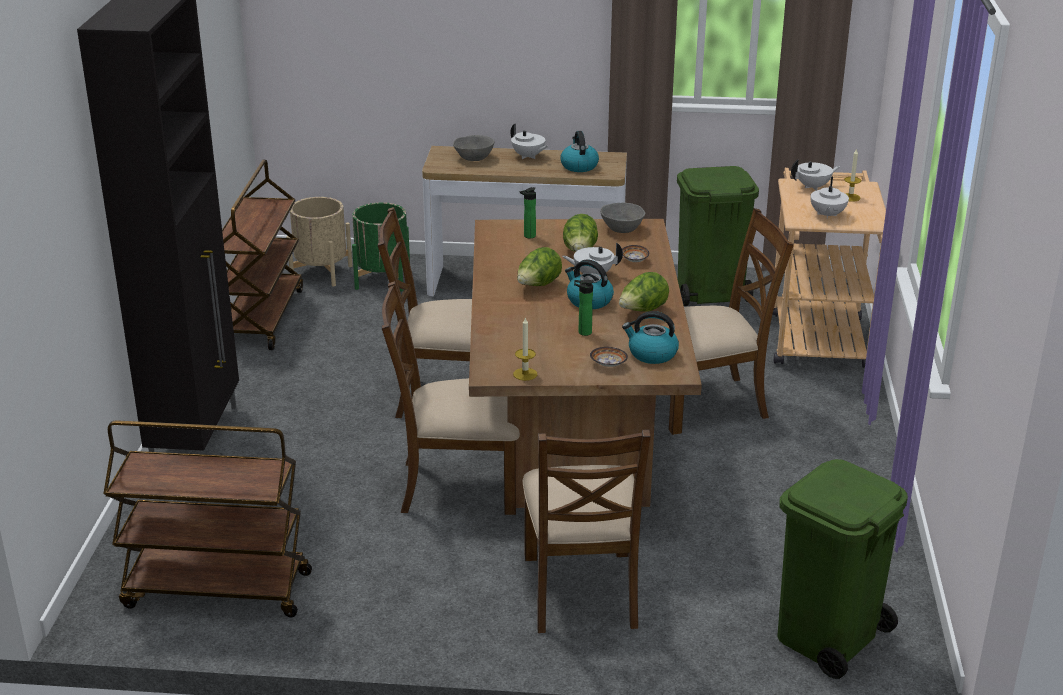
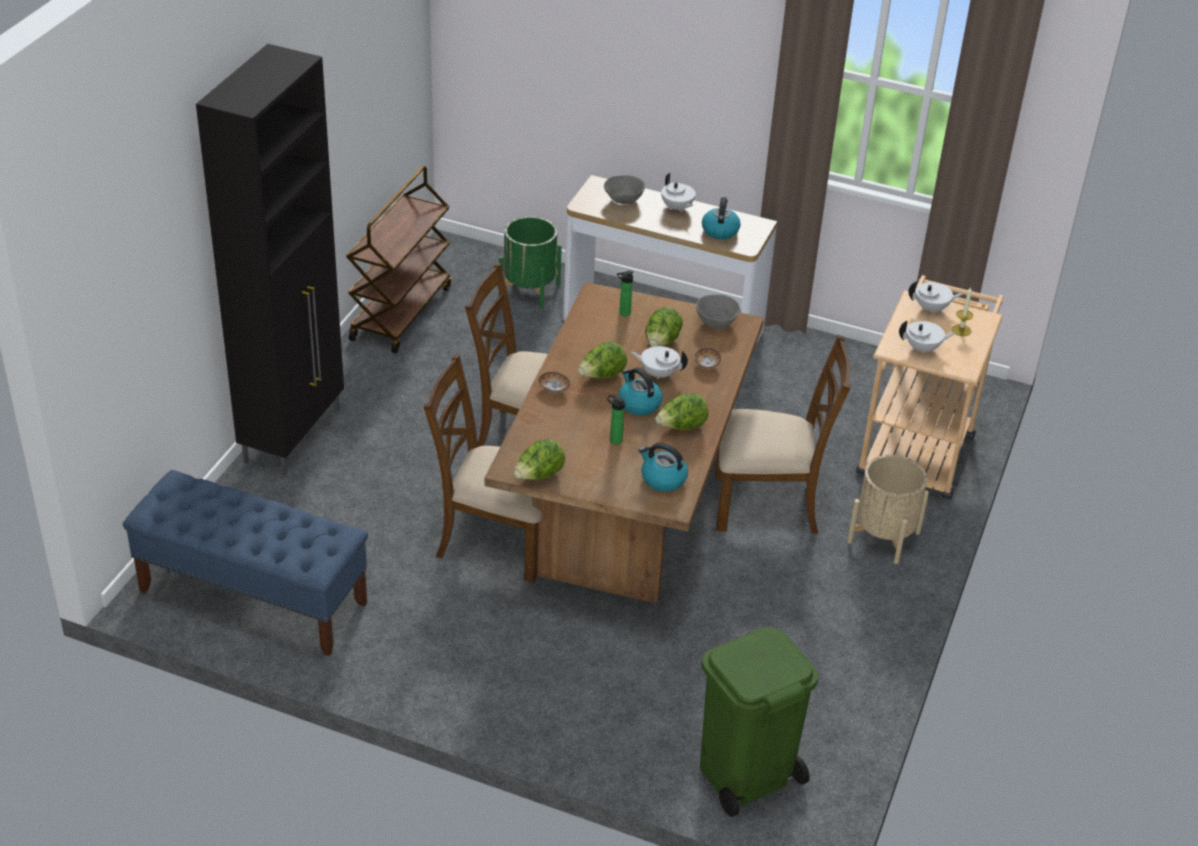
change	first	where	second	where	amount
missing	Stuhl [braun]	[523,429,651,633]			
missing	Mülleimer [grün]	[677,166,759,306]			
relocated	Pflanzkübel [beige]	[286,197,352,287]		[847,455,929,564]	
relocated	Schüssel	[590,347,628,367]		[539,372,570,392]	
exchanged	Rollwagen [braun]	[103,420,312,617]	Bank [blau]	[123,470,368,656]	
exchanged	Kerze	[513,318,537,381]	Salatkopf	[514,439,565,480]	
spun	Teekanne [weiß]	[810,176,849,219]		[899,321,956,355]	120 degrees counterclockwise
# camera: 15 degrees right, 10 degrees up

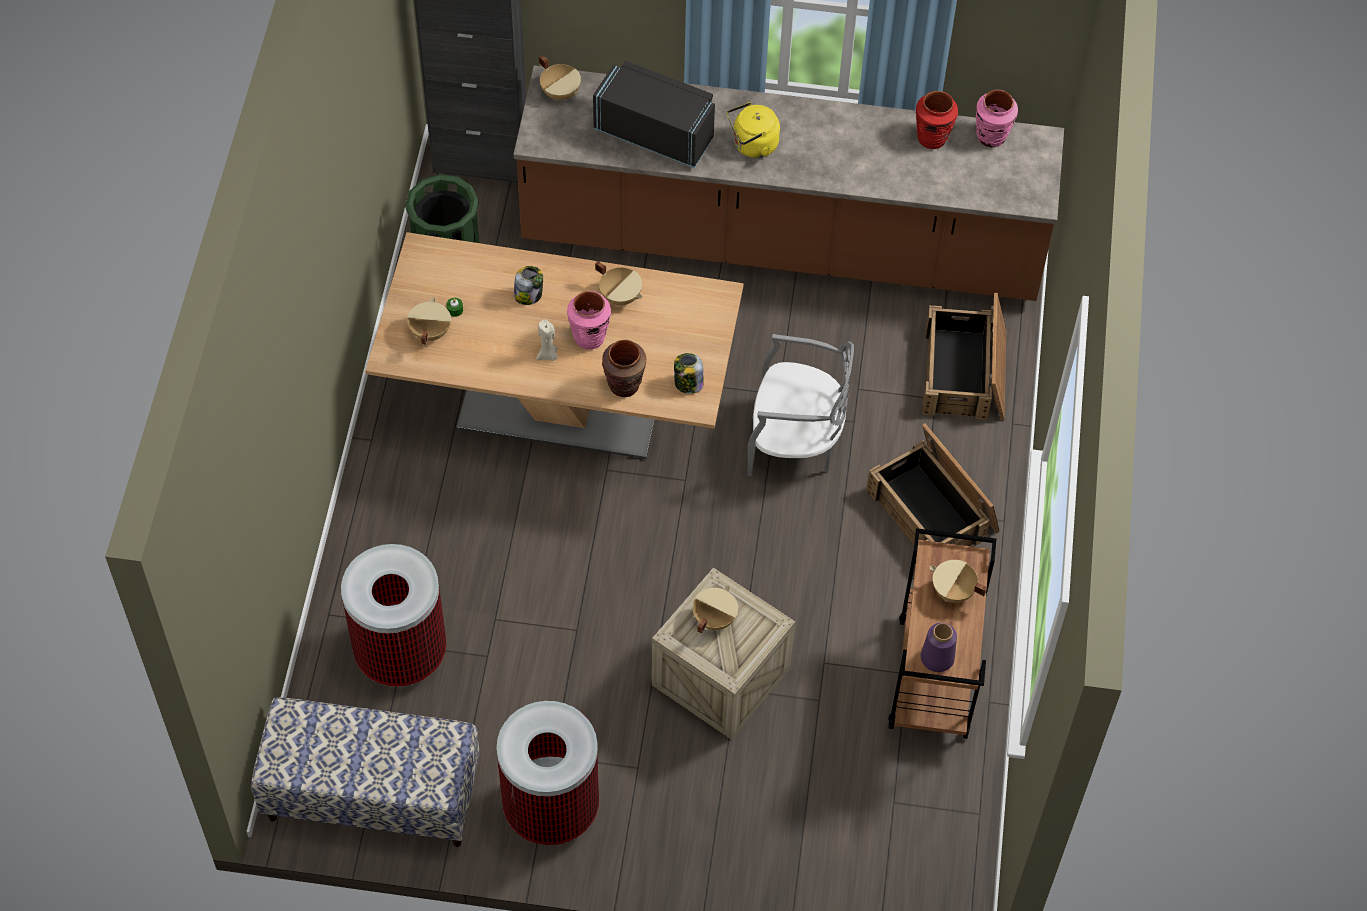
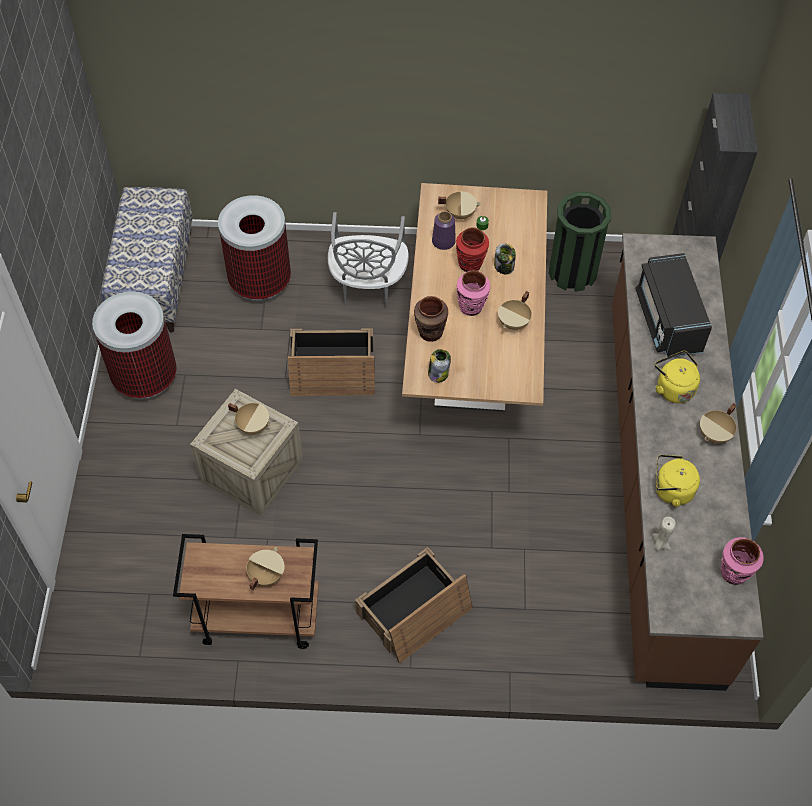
change	first	where	second	where	amount
appeared			Wasserkessel [gelb]	[655,454,700,507]	
relocated	Kerze [beige]	[536,319,558,361]		[653,517,676,551]	
relocated	Kochtopf [beige]	[539,55,581,100]		[700,403,737,443]	
relocated	Stuhl [grau]	[748,334,854,476]		[328,212,409,309]	
relocated	Vase [rot]	[916,91,958,149]		[456,227,489,272]	
relocated	Vase [lila]	[921,623,957,672]		[432,211,456,250]	
relocated	Kiste	[922,293,1006,421]		[287,328,375,396]	
spun	Mikrowelle [schwarz]	[593,61,715,168]		[635,253,712,357]	150 degrees clockwise
# camera: 85 degrees right, 0 degrees up

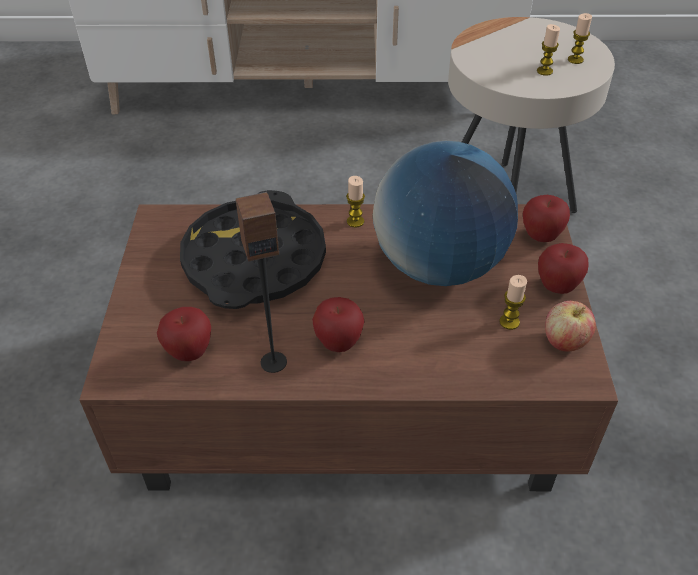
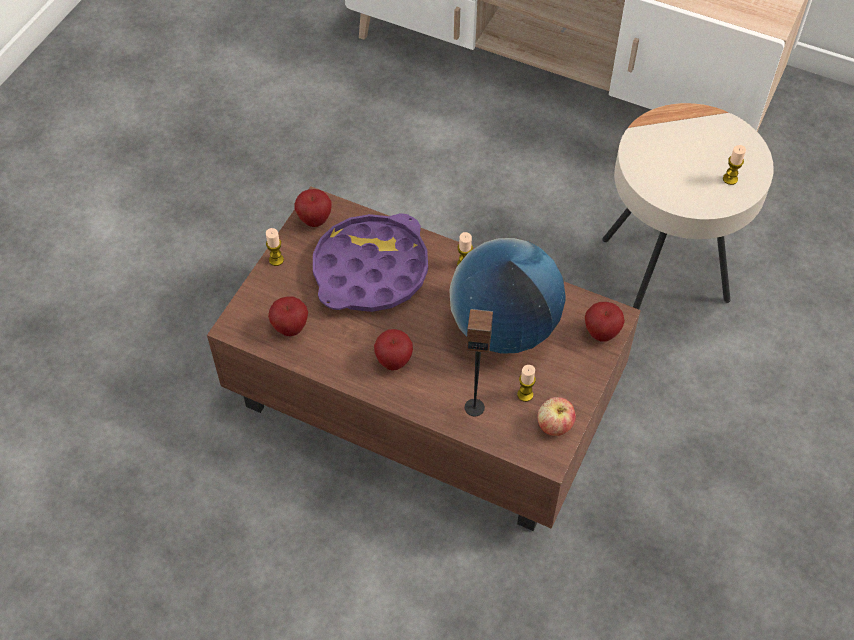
change	first	where	second	where	amount
relocated	Lautsprecher	[236,192,287,373]		[464,309,493,416]	
relocated	Kerze	[537,24,560,76]		[266,228,284,266]	
relocated	Apfel	[538,243,589,294]		[295,189,332,227]	
colour	Tablett [schwarz]	[180,190,326,309]	Tablett [lila]	[313,213,428,312]	
# camera: 25 degrees right, 10 degrees up

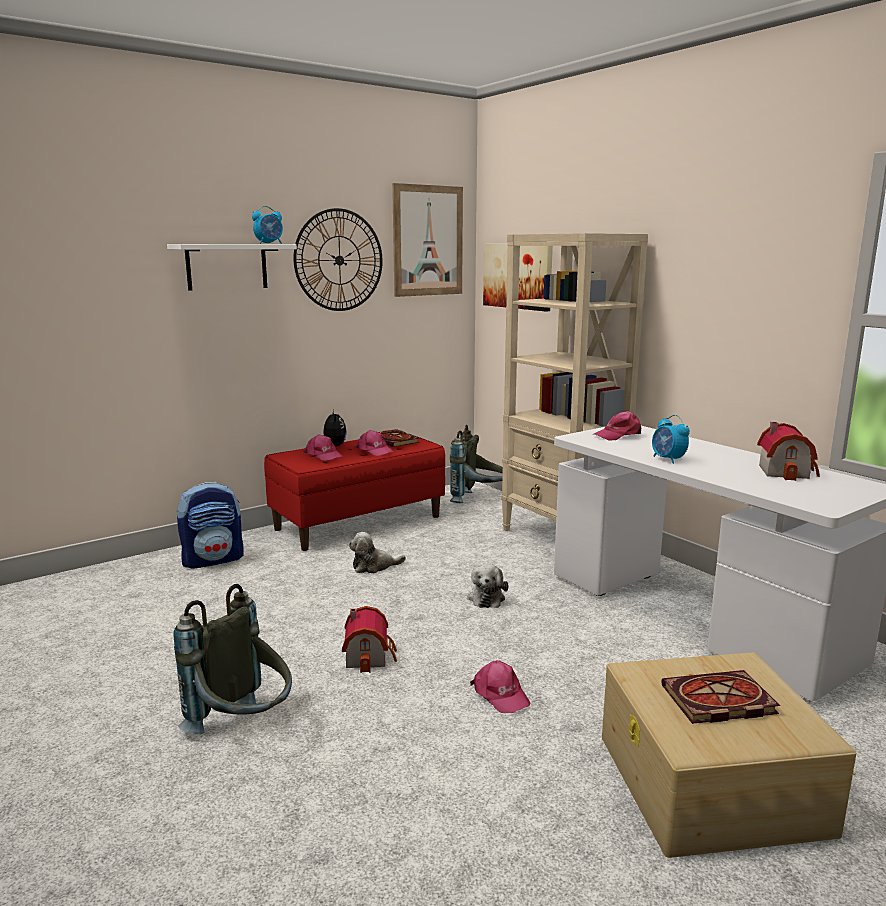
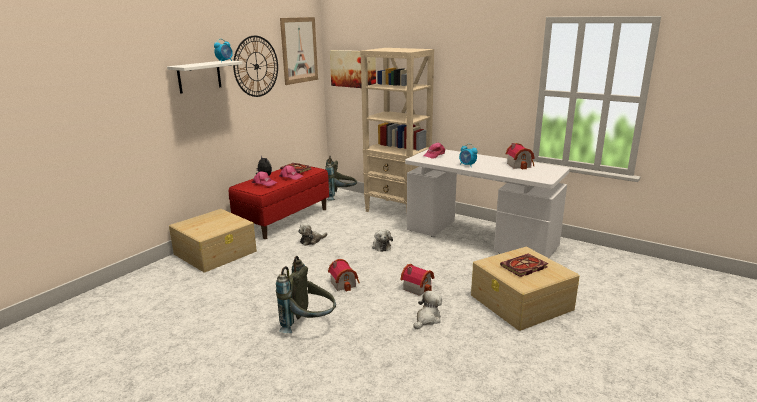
change	first	where	second	where	amount
appeared			Plüschtier	[414,291,442,329]	
exchanged	Rucksack	[177,482,244,569]	Aufbewahrungsbox [beige]	[169,209,257,273]	
exchanged	Kappe [rosa]	[470,660,530,713]	Spielzeughaus	[400,264,434,296]	
# camera: 20 degrees left, 5 degrees up

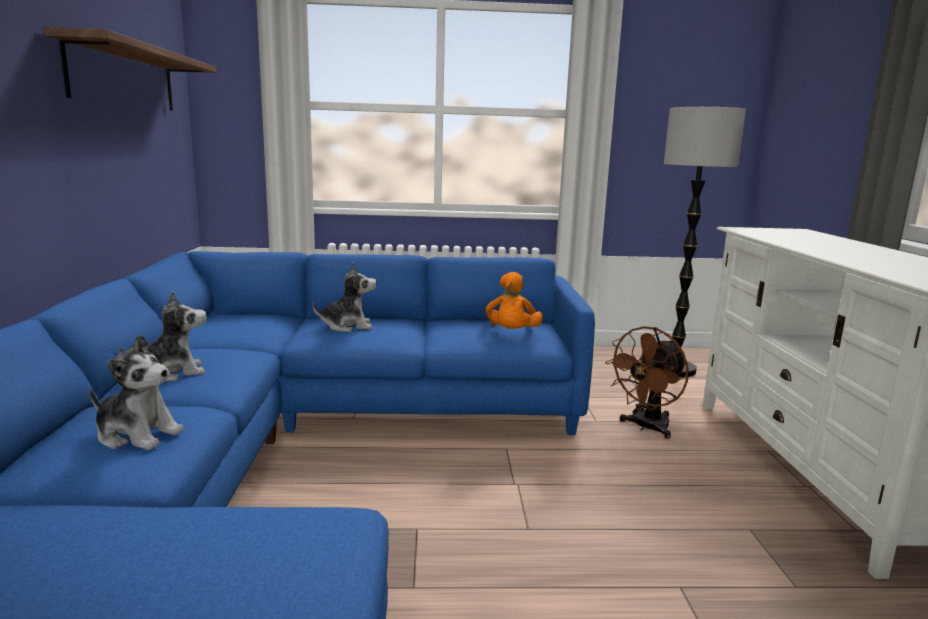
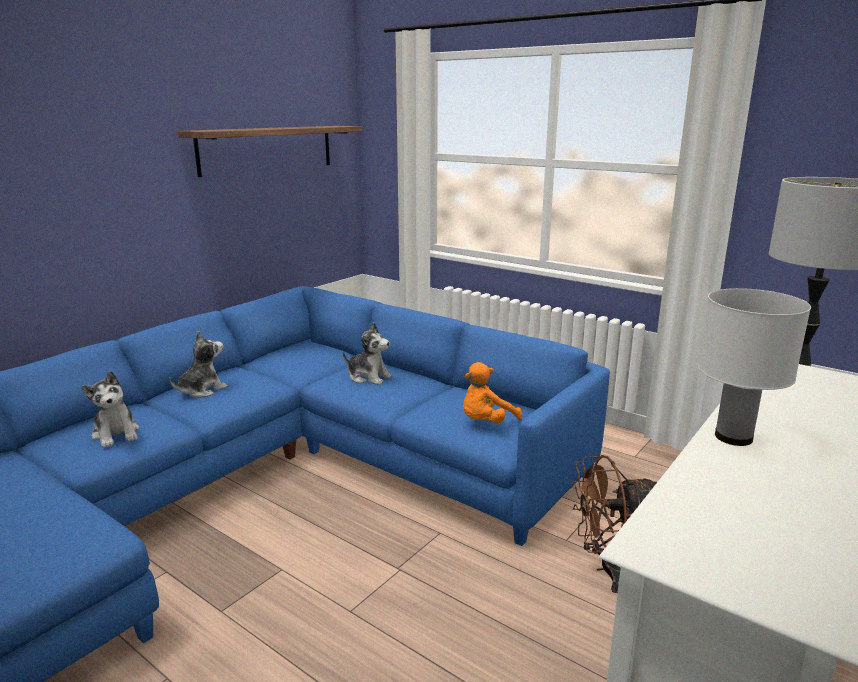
change	first	where	second	where	amount
appeared			Tischlampe [weiß]	[698,288,811,446]	
spun	Plüschtier	[119,291,206,382]		[169,331,228,398]	60 degrees counterclockwise
# camera: 40 degrees right, 5 degrees up

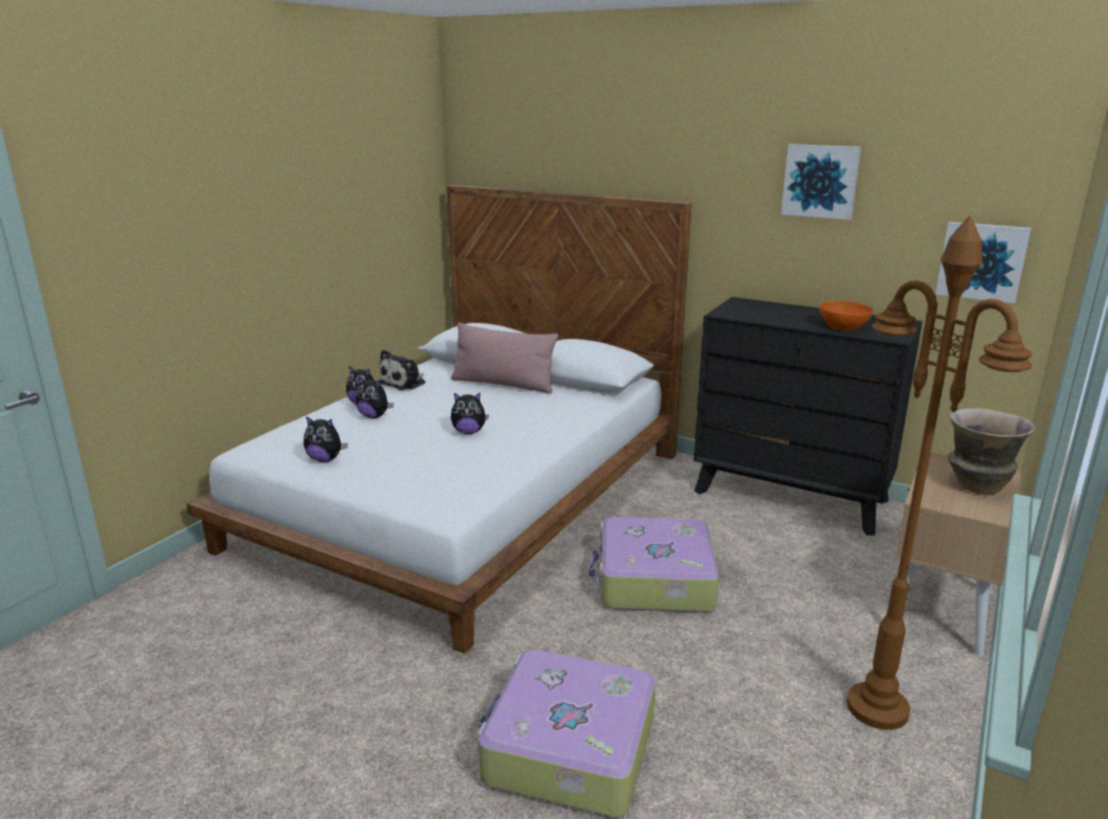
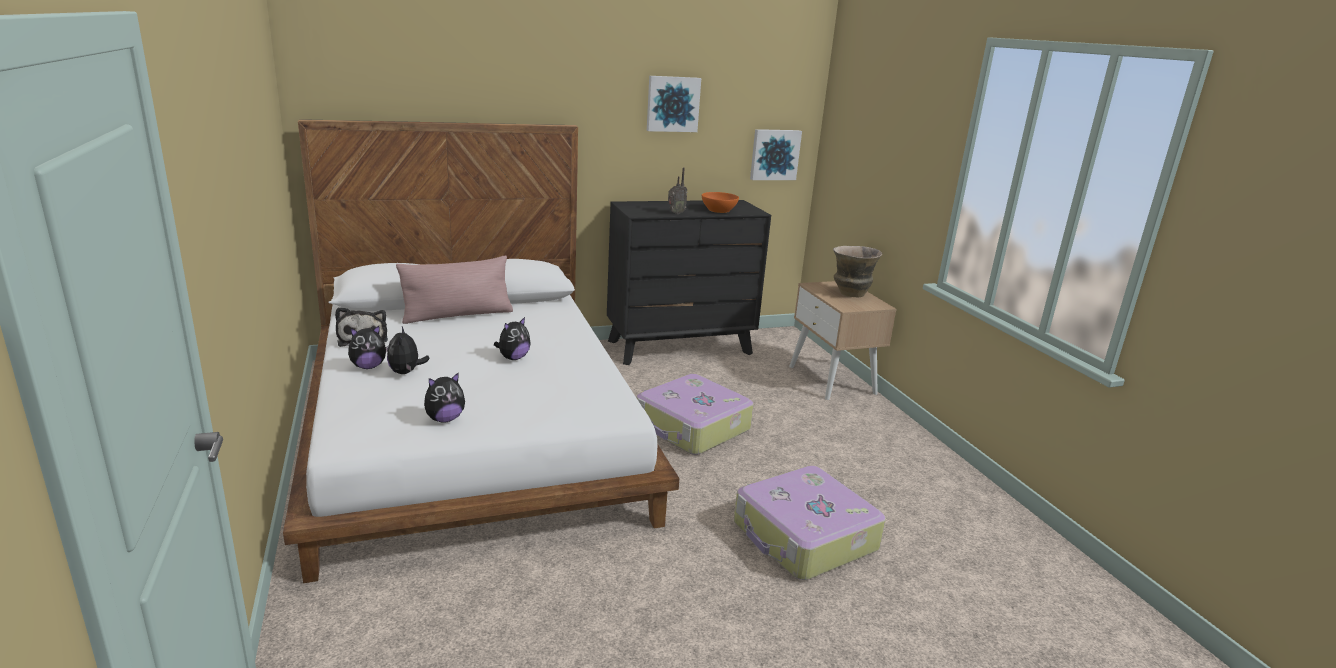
change	first	where	second	where	amount
missing	Stehlampe [braun]	[847,216,1032,730]			
appeared			Radio	[668,167,687,214]	
spun	Plüschtier	[356,377,394,418]		[387,327,430,374]	105 degrees clockwise
# camera: 50 degrees left, 0 degrees up

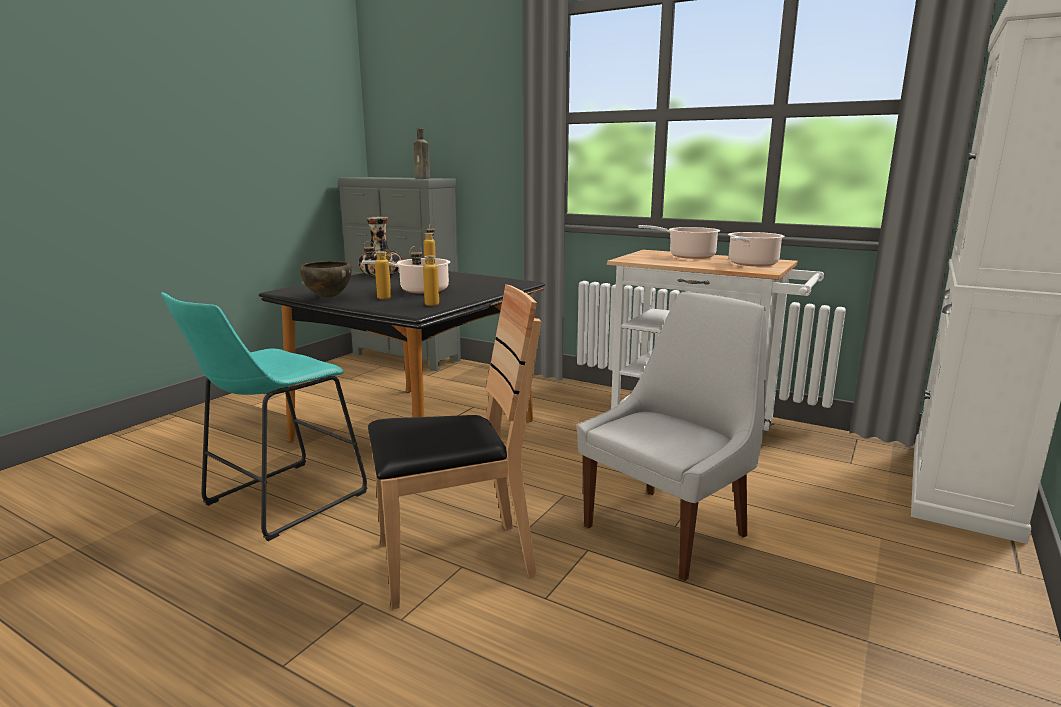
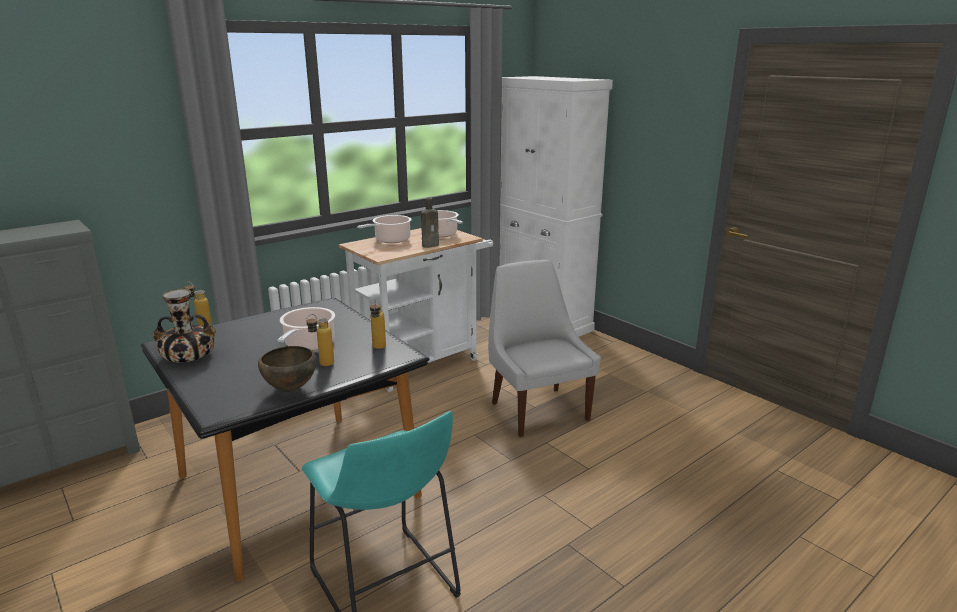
change	first	where	second	where	amount
missing	Stuhl [braun]	[368,284,541,609]			
relocated	Flasche [braun]	[414,128,430,179]		[421,198,439,248]	
# camera: 70 degrees left, 5 degrees up

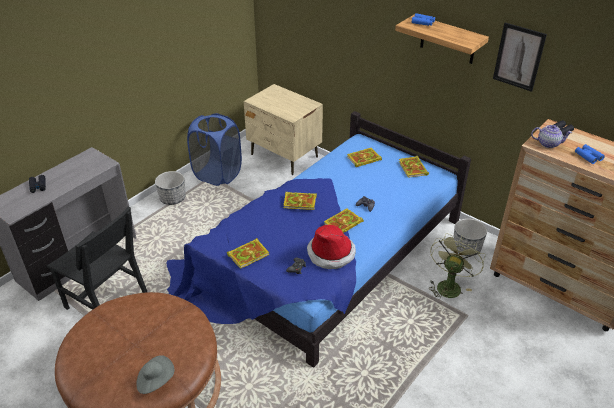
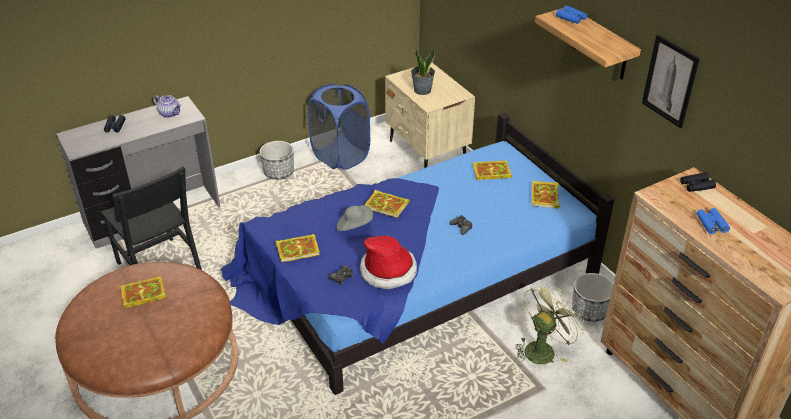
change	first	where	second	where	amount
appeared			Topfpflanze	[411,48,435,95]	
relocated	Hut [grau]	[136,355,174,394]		[337,205,373,231]	
relocated	Buch	[324,208,364,233]		[120,276,167,309]	
relocated	Teekanne	[531,125,572,148]		[153,95,181,118]	
# camera: 20 degrees right, 0 degrees up

